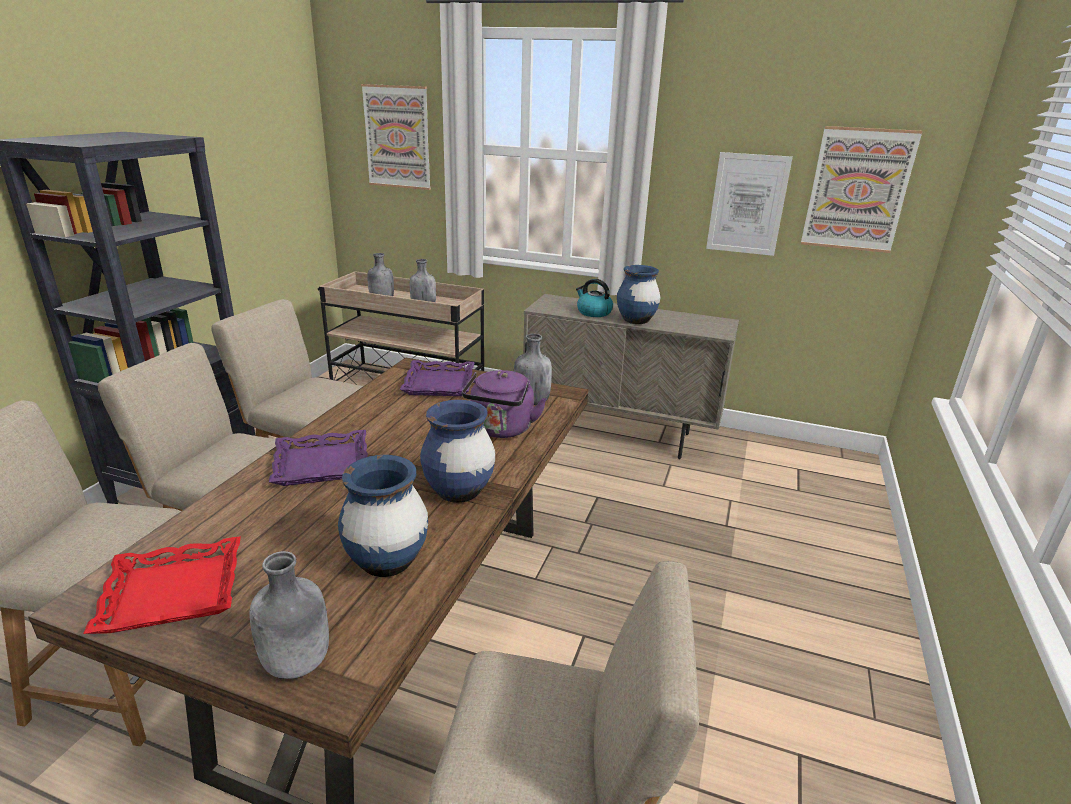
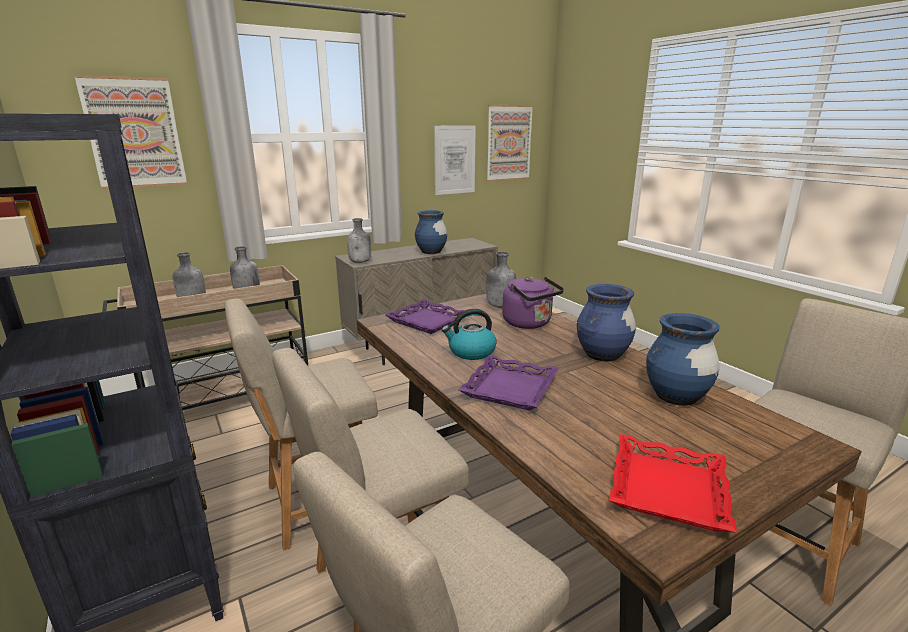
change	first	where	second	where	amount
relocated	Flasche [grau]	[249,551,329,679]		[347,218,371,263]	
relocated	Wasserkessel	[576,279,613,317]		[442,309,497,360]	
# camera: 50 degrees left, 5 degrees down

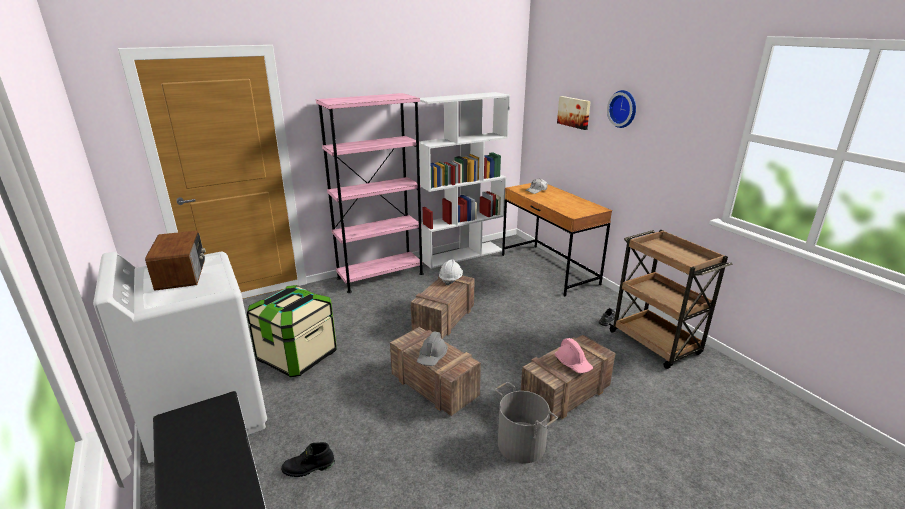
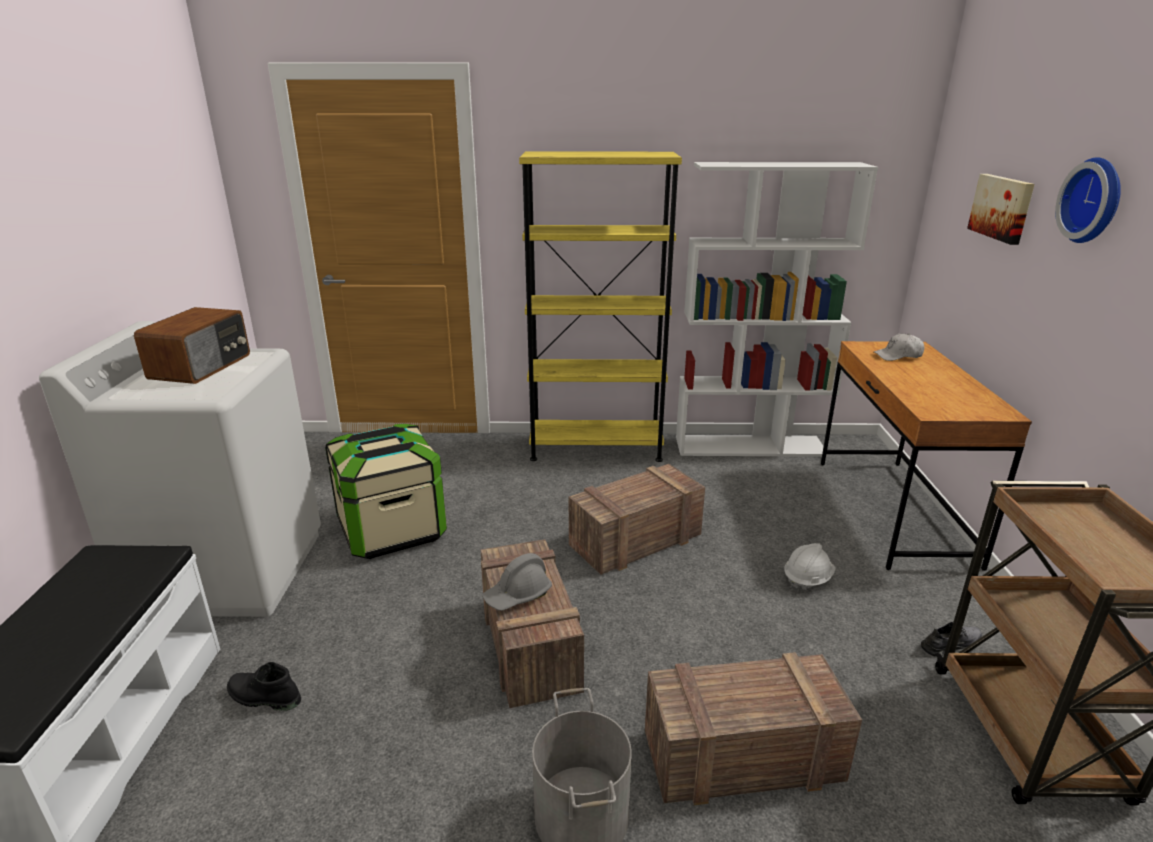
change	first	where	second	where	amount
missing	Schutzhelm [rosa]	[555,338,593,373]			
relocated	Schutzhelm [weiß]	[439,259,463,286]		[784,543,836,592]	
colour	Bücherregal [rosa]	[316,93,424,293]	Bücherregal [gelb]	[519,152,682,462]	
# camera: 30 degrees right, 0 degrees up

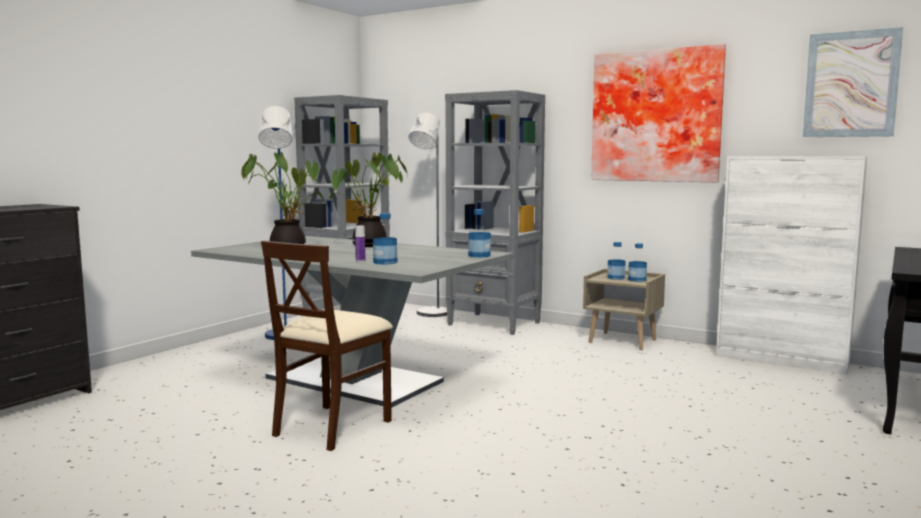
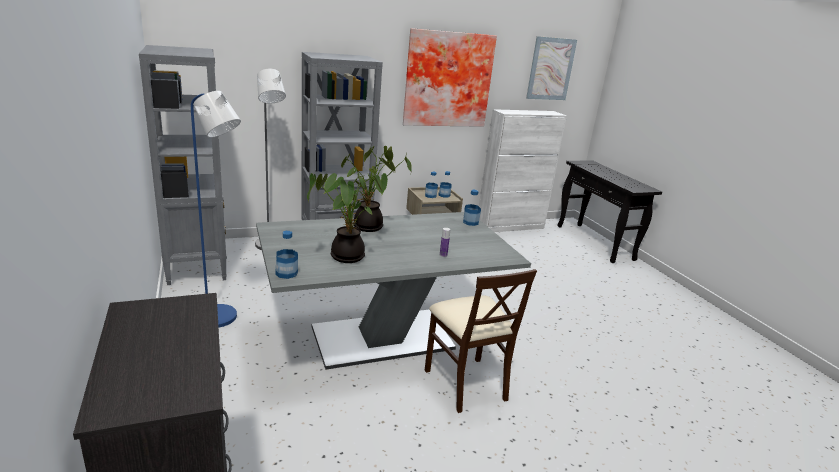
change	first	where	second	where	amount
relocated	Flasche	[373,213,397,264]		[275,231,298,279]	
# camera: 55 degrees left, 15 degrees up

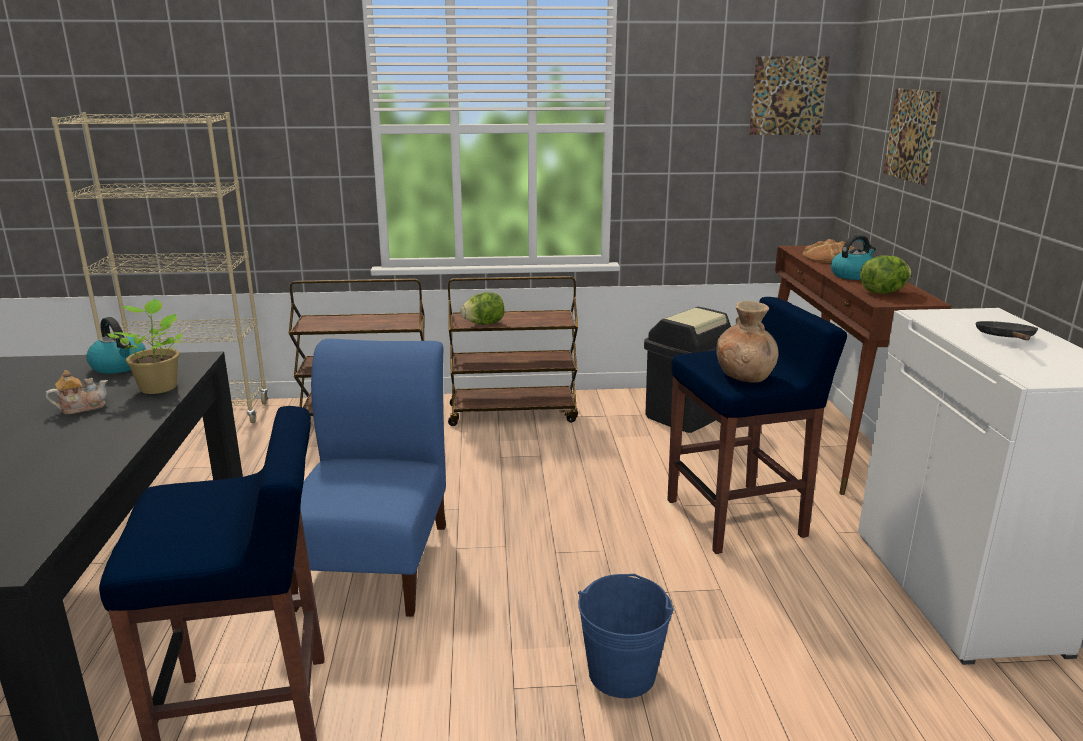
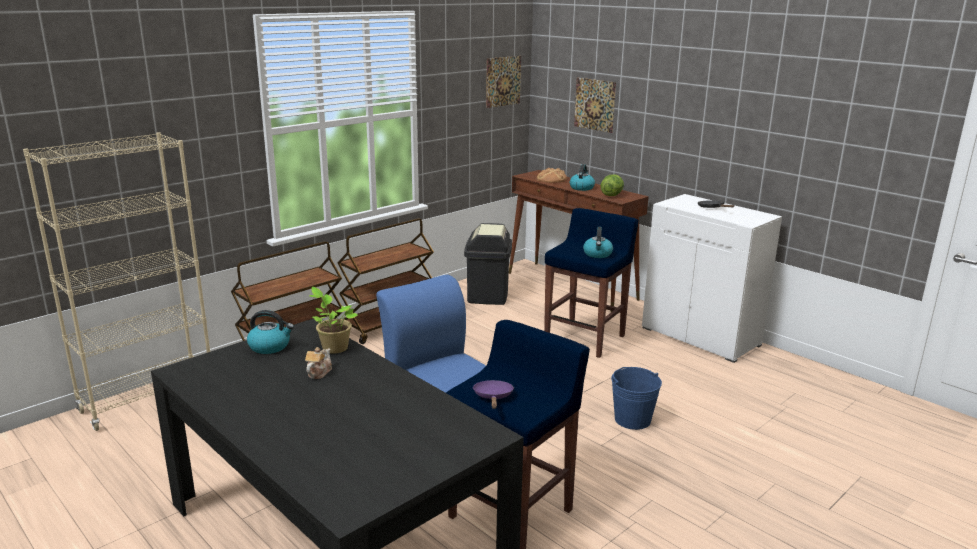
change	first	where	second	where	amount
missing	Salatkopf	[461,292,504,325]			
appeared			Pfanne [lila]	[472,380,514,409]	
exchanged	Vase [braun]	[717,301,779,383]	Wasserkessel	[583,227,613,258]	
# camera: 40 degrees left, 0 degrees up

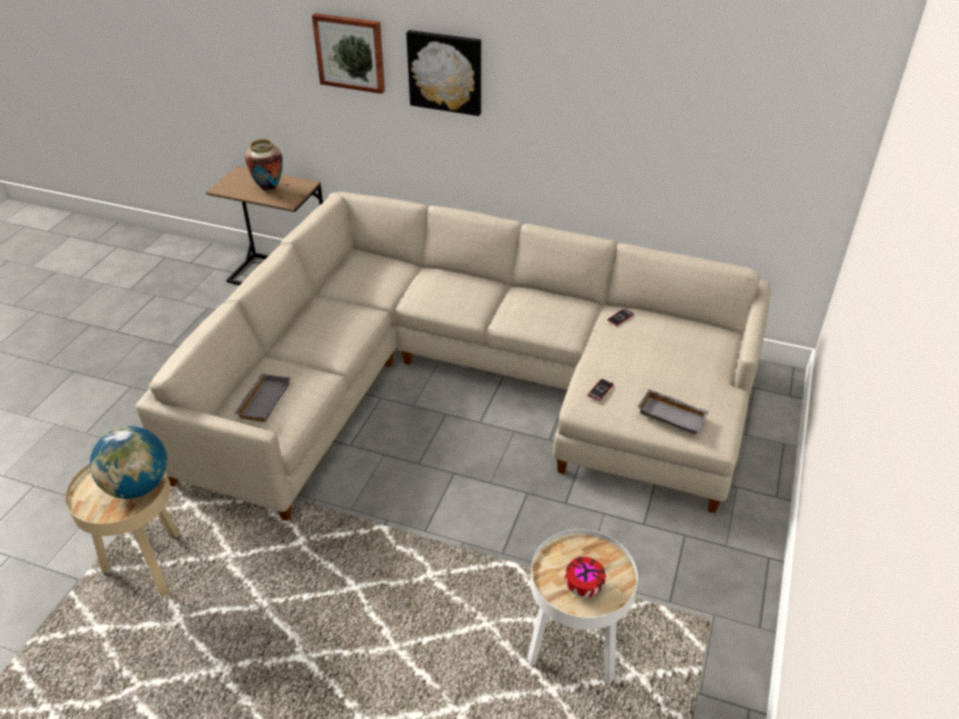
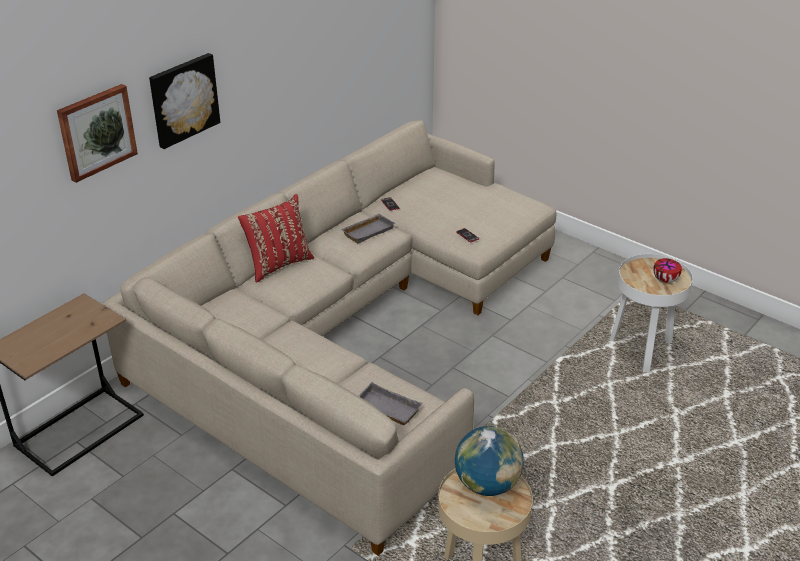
change	first	where	second	where	amount
missing	Vase	[245,139,283,192]			
appeared			Kissen [rot]	[238,194,314,283]	
relocated	Tablett [grau]	[637,389,709,435]		[341,214,395,243]	
# camera: 70 degrees left, 5 degrees down

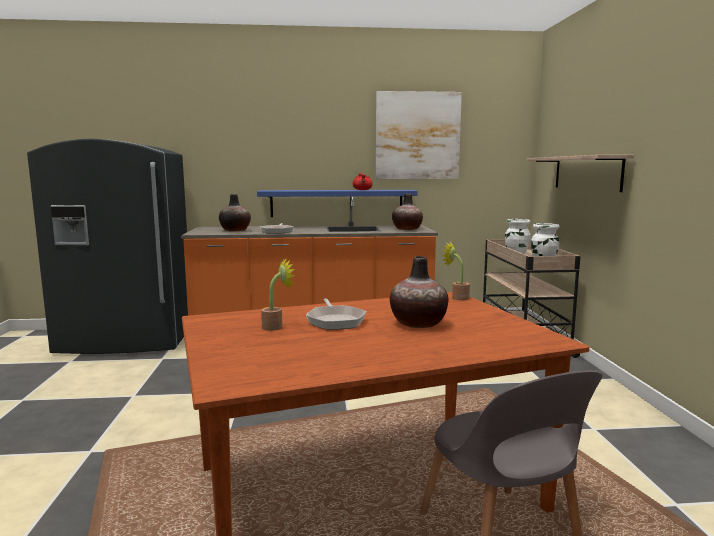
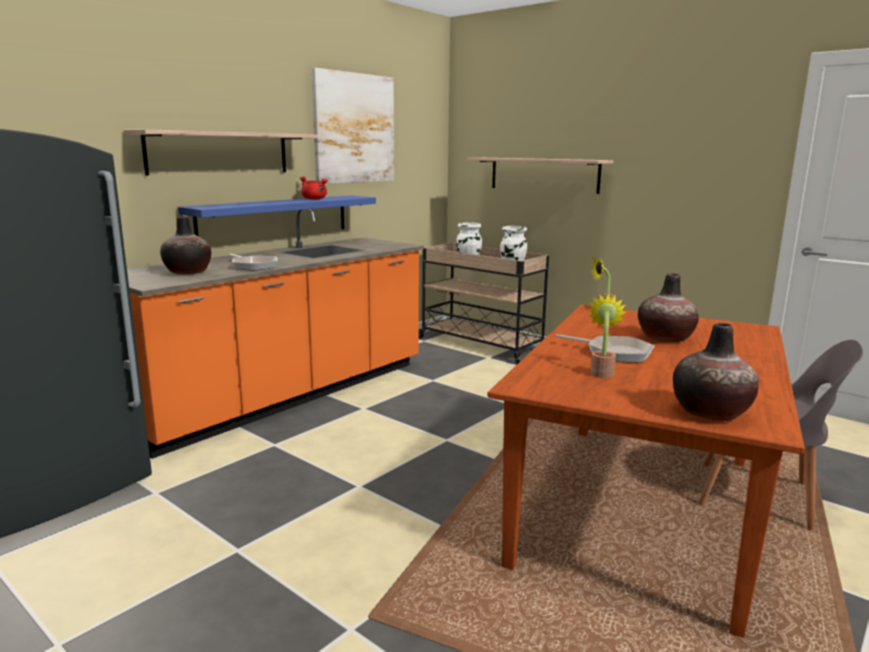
change	first	where	second	where	amount
appeared			Wandregal	[124,129,318,176]	
relocated	Vase	[392,194,423,230]		[673,323,759,421]	
# camera: 45 degrees left, 5 degrees up

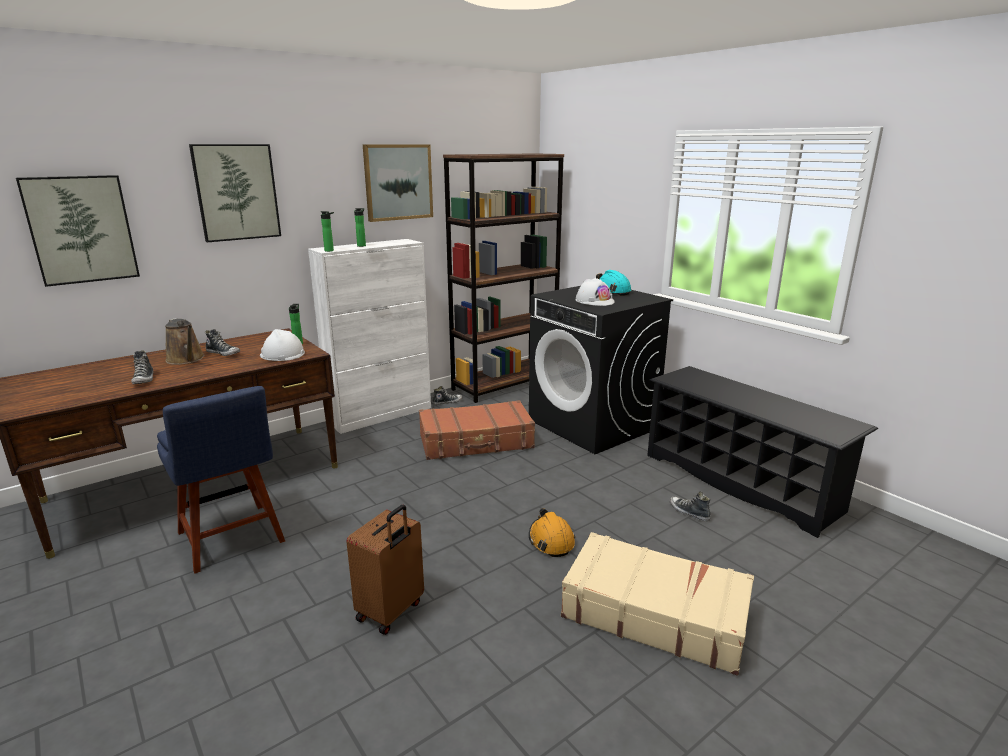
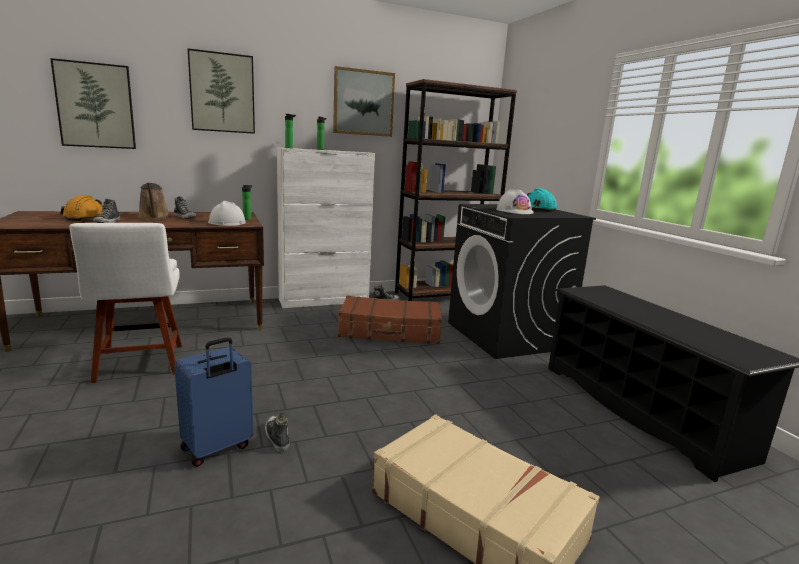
change	first	where	second	where	amount
relocated	Schutzhelm [orange]	[529,508,575,557]		[60,195,103,221]	
relocated	Schuh	[670,491,710,522]		[265,413,290,452]	
colour	Stuhl [blau]	[157,386,285,574]	Stuhl [weiß]	[69,223,182,383]	
colour	Koffer [braun]	[346,505,424,635]	Koffer [blau]	[174,337,254,467]	
# camera: 15 degrees right, 5 degrees down

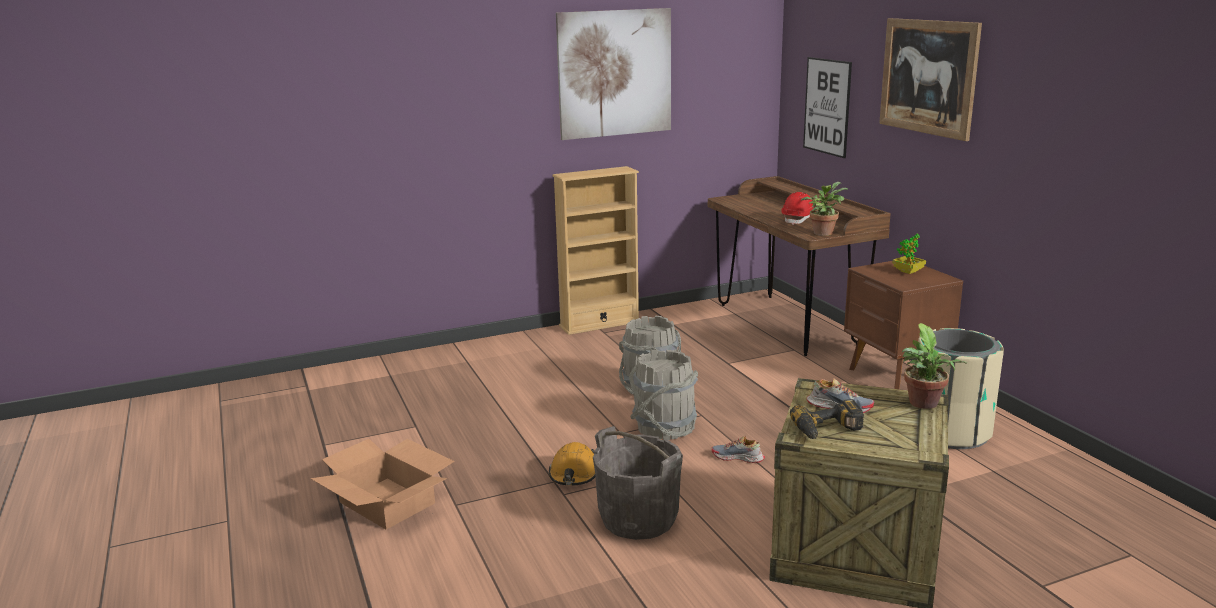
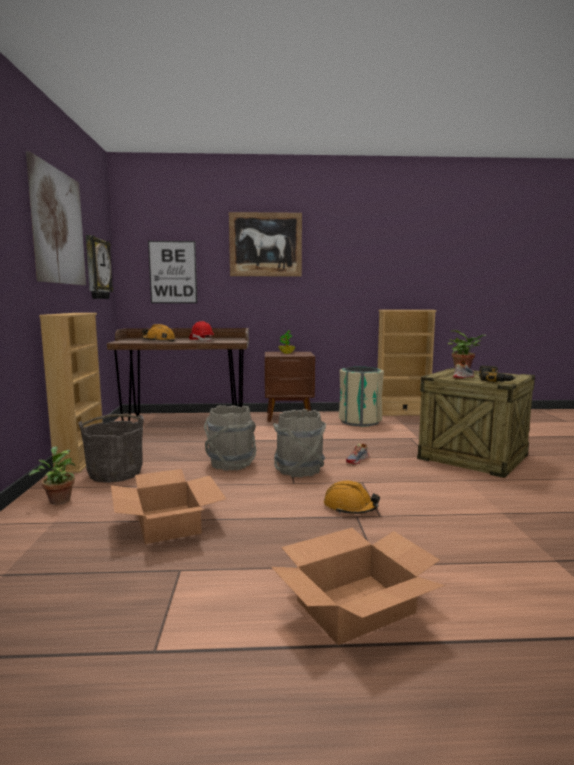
change	first	where	second	where	amount
appeared			Wanduhr	[86,235,113,299]	
appeared			Karton	[111,469,226,544]	
appeared			Schutzhelm [orange]	[142,324,176,342]	
appeared			Bücherregal [beige]	[378,310,437,416]	
relocated	Eimer [grau]	[593,426,683,540]		[78,414,144,483]	
relocated	Topfpflanze	[801,182,848,236]		[29,446,75,505]	
# camera: 70 degrees left, 10 degrees down

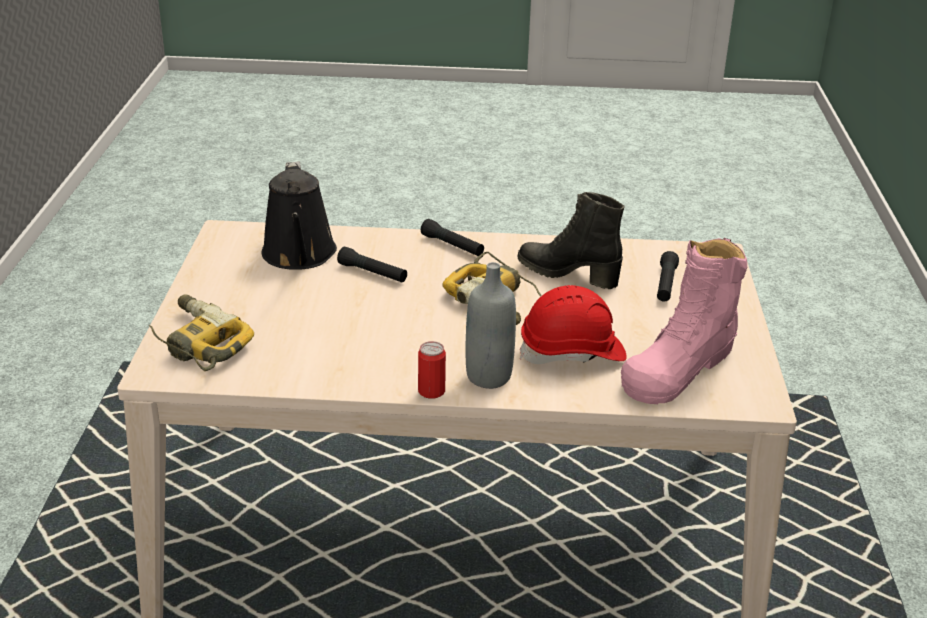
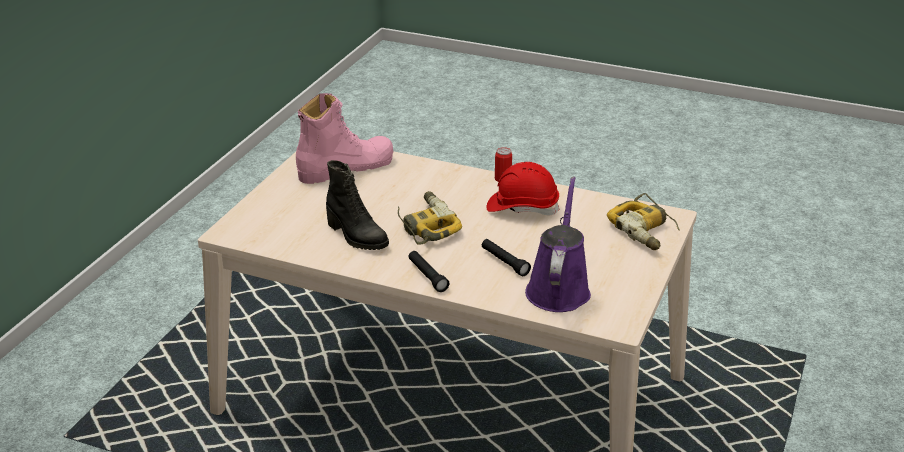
change	first	where	second	where	amount
missing	Flasche [grau]	[466,262,516,389]			
missing	Taschenlampe [schwarz]	[657,251,679,302]			
relocated	Schutzhelm [rot]	[520,285,627,364]		[486,162,560,215]	
colour	Gießkanne [schwarz]	[262,161,337,270]	Gießkanne [lila]	[525,177,591,312]	
# camera: 160 degrees left, 0 degrees up

